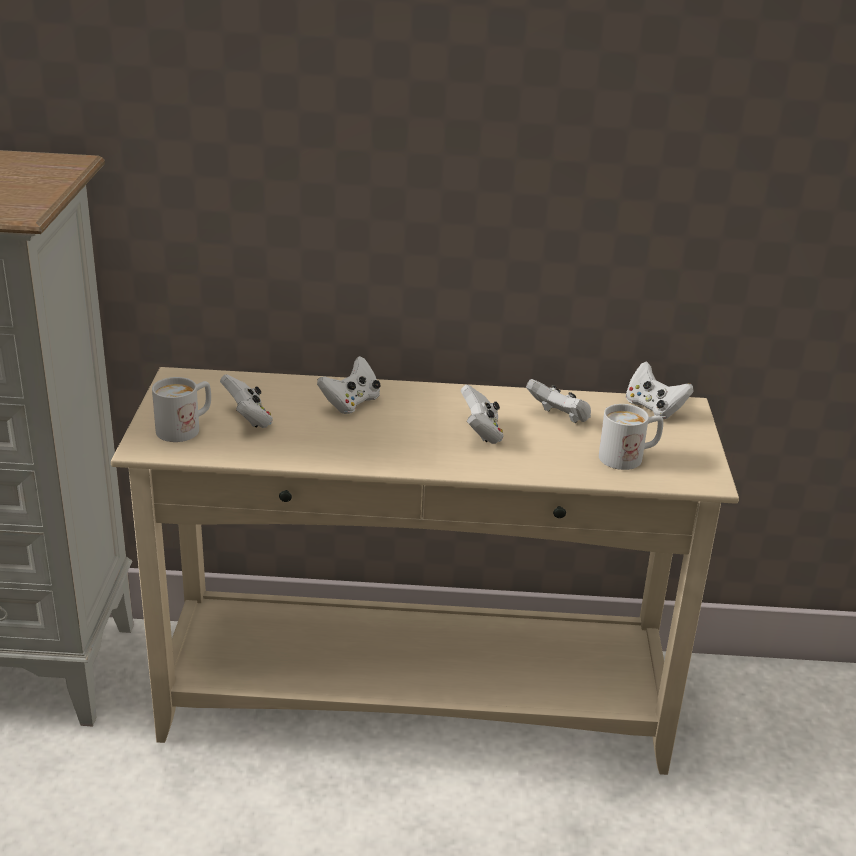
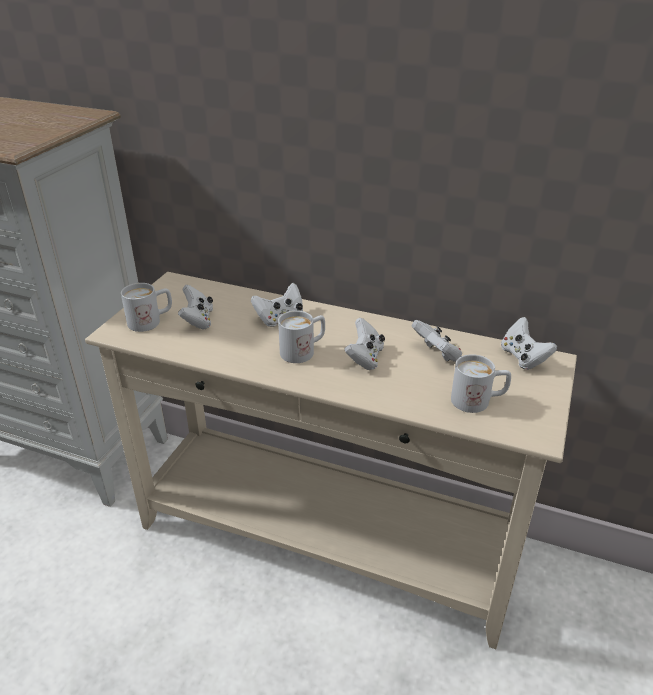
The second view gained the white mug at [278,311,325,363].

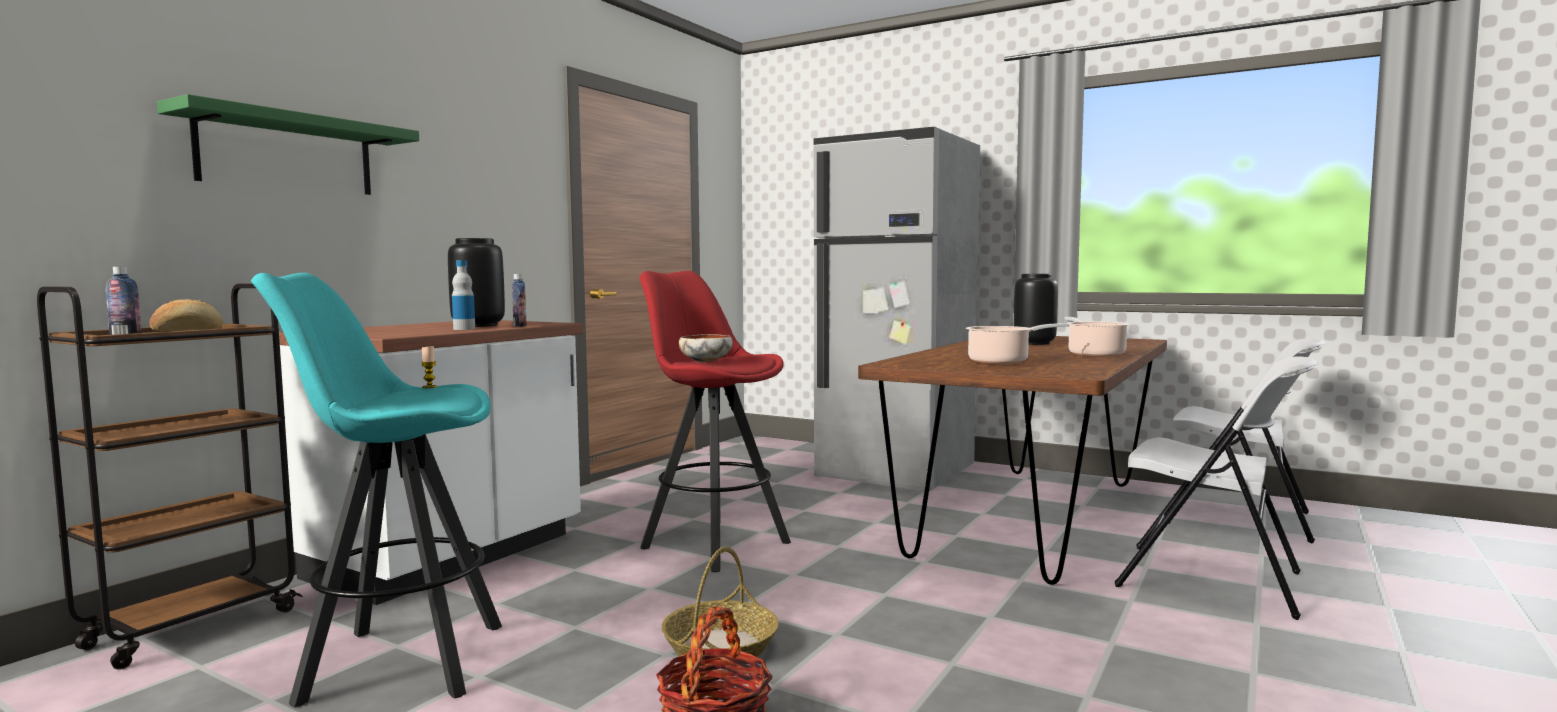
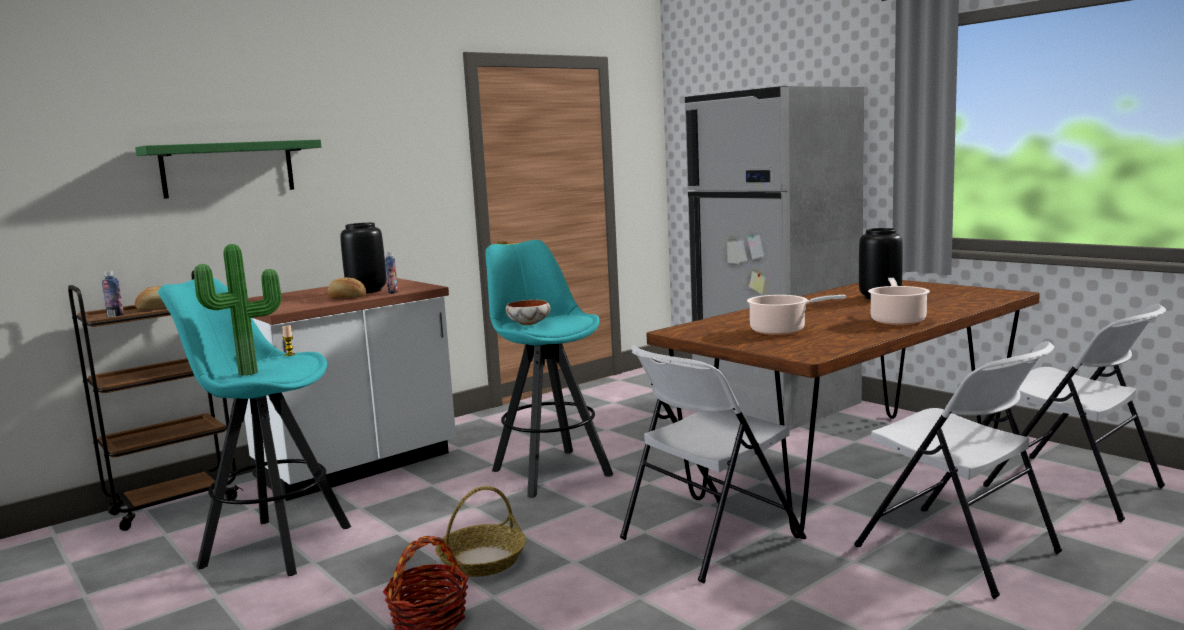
The second view gained the potted plant at [194,244,281,376]. Where the bottle stood at [452,260,475,330], the bread came to stand at [327,277,366,299]. What was the red stool at [639,271,791,572] turned into the turquoise stool at [485,240,613,498]. The second view gained the white chair at [620,345,806,584].

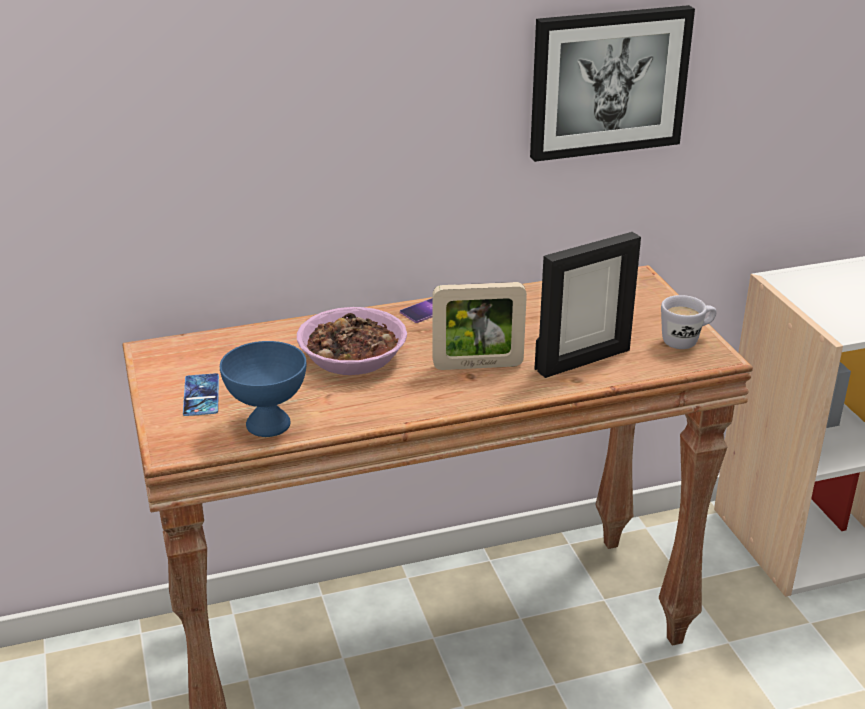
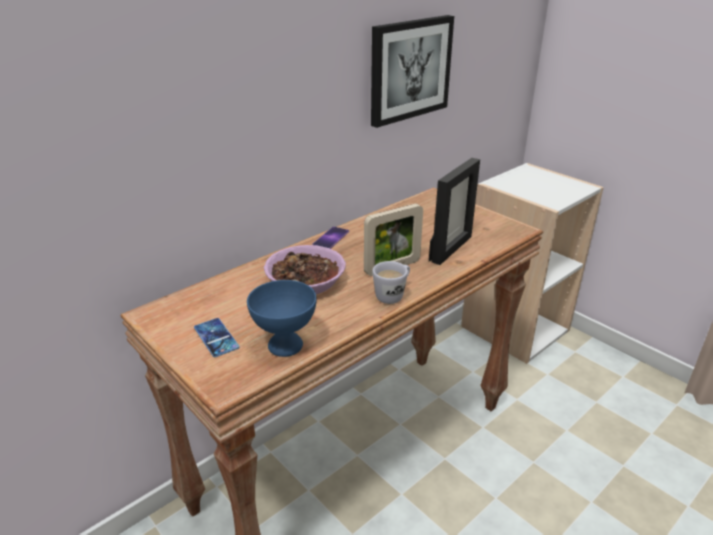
The white mug ended up elsewhere, having gone from [661,295,717,349] to [372,261,410,304].

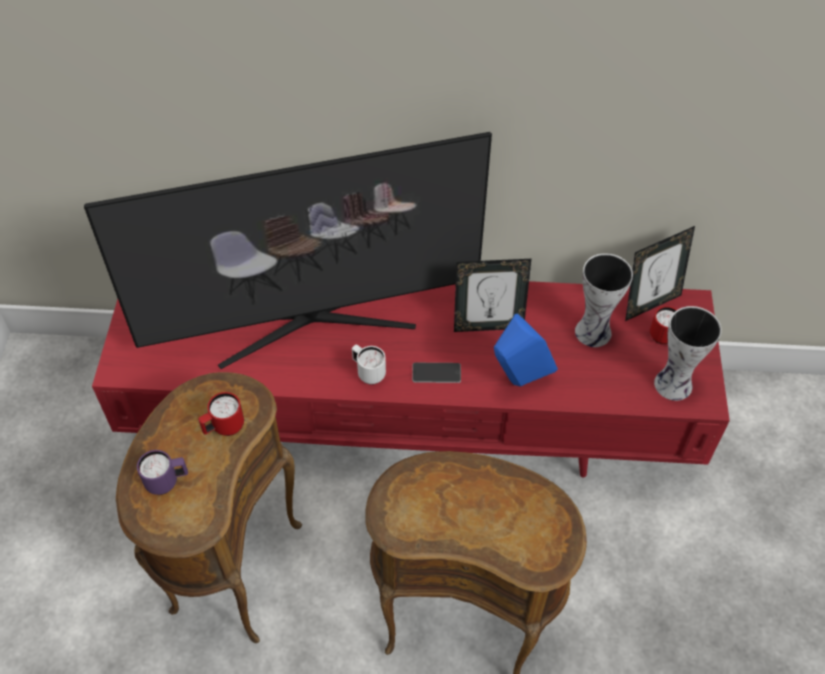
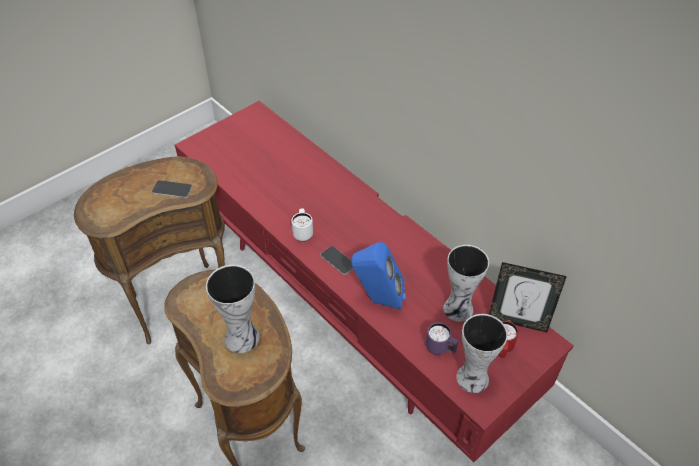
Where the red mug stood at [198,392,244,436], the phone came to stand at [151,180,192,198]. The second view gained the vase at [206,265,259,353]. The purple mug ended up elsewhere, having gone from [137,450,188,495] to [426,322,458,355]. The second view lost the television at [84,132,492,369]. The second view lost the picture frame at [454,259,531,332].

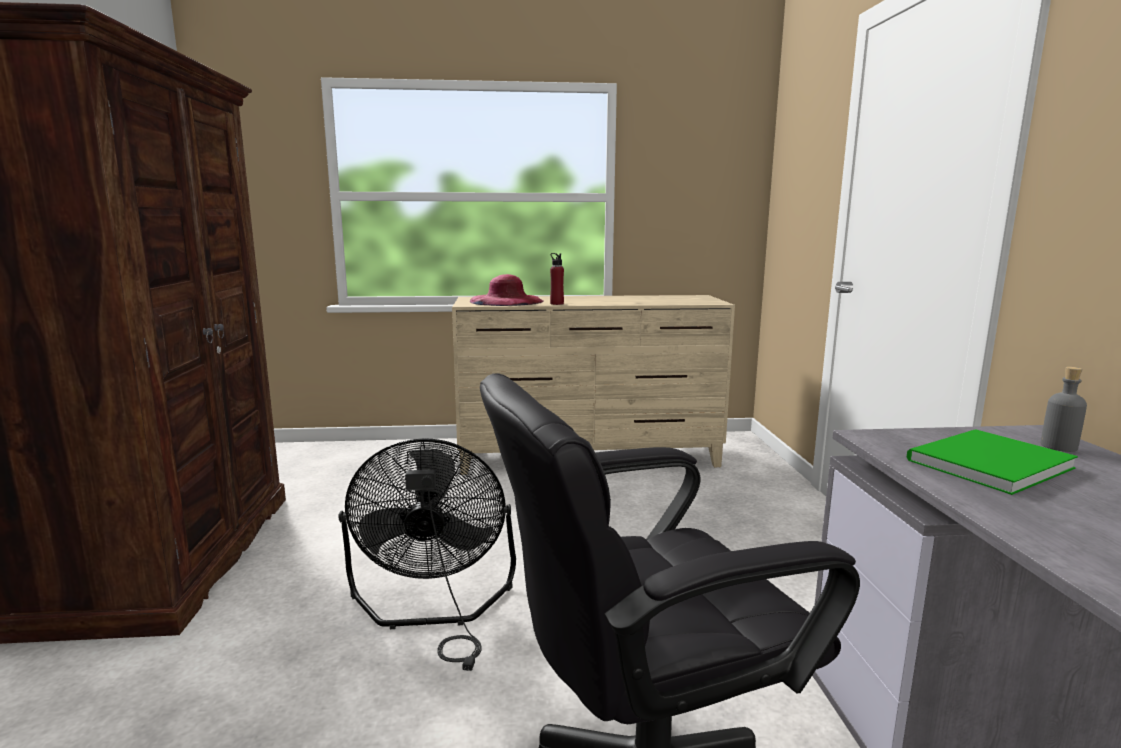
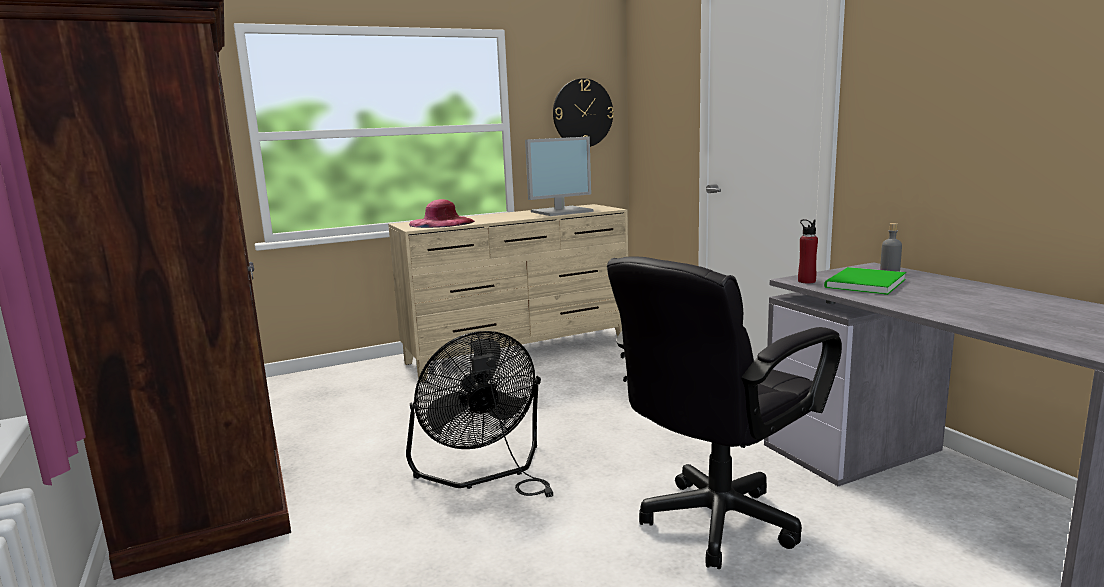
The second view gained the monitor at [525,137,593,216]. The second view gained the wall clock at [553,78,614,147]. The red bottle ended up elsewhere, having gone from [550,253,564,305] to [798,219,818,283].

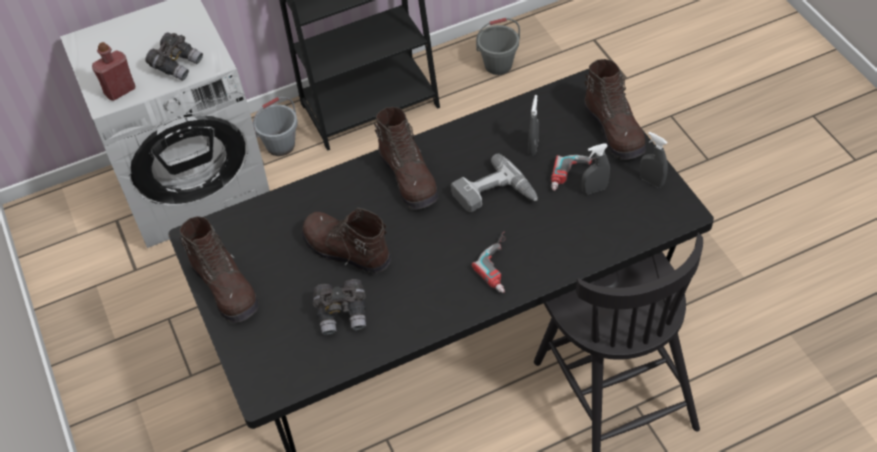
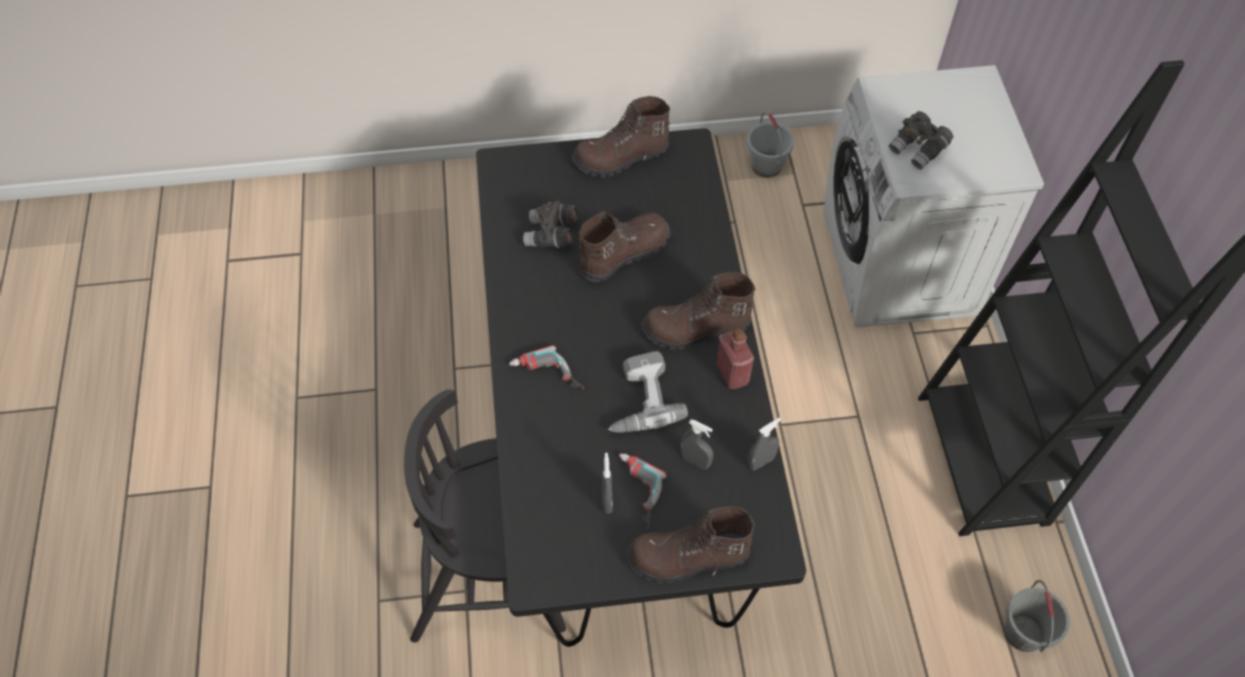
The red bottle ended up elsewhere, having gone from [92,42,135,101] to [717,329,754,389]. The grey bucket ended up elsewhere, having gone from [253,97,298,156] to [747,111,794,178]. The grey spray bottle ended up elsewhere, having gone from [640,132,668,187] to [748,418,781,471].

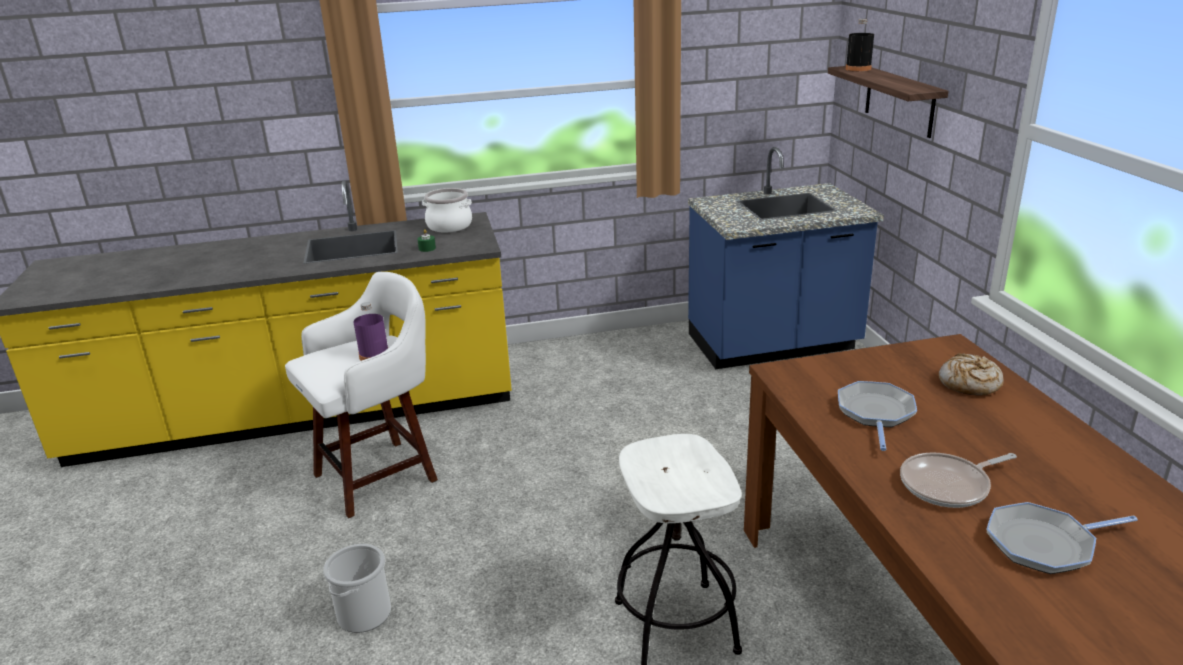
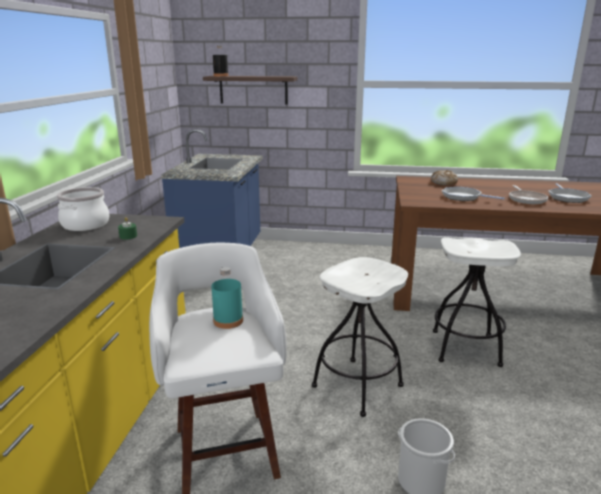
What was the purple bottle at [353,302,388,361] turned into the turquoise bottle at [211,267,243,329]. The second view gained the white stool at [312,257,408,417].

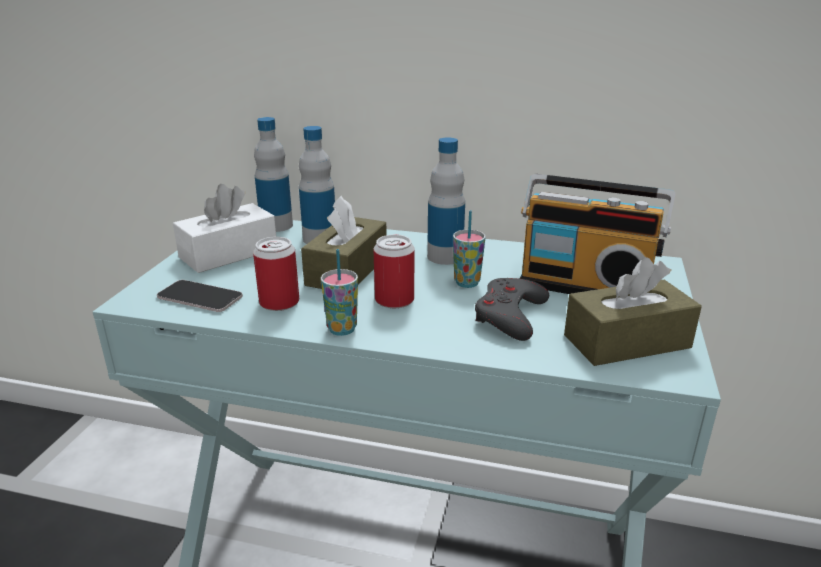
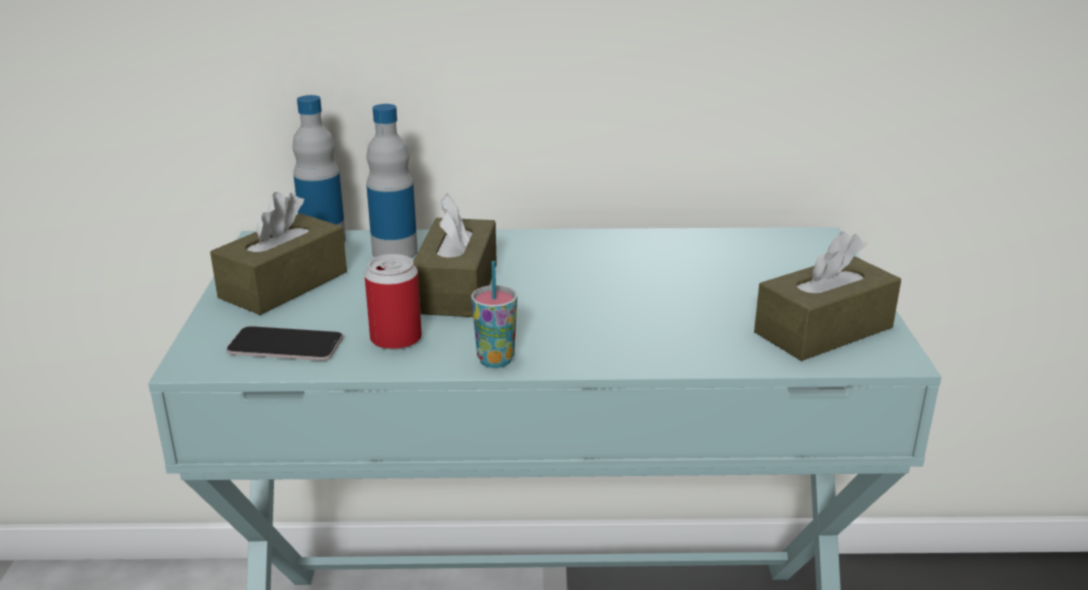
What was the white tissue box at [173,184,276,273] turned into the brown tissue box at [210,192,347,315]. The second view lost the can at [373,235,414,308]. The second view lost the bottle at [427,137,465,265]. The second view lost the cup at [453,210,486,288]. The second view lost the grey game controller at [475,278,549,341]. The second view lost the radio at [520,174,675,294].

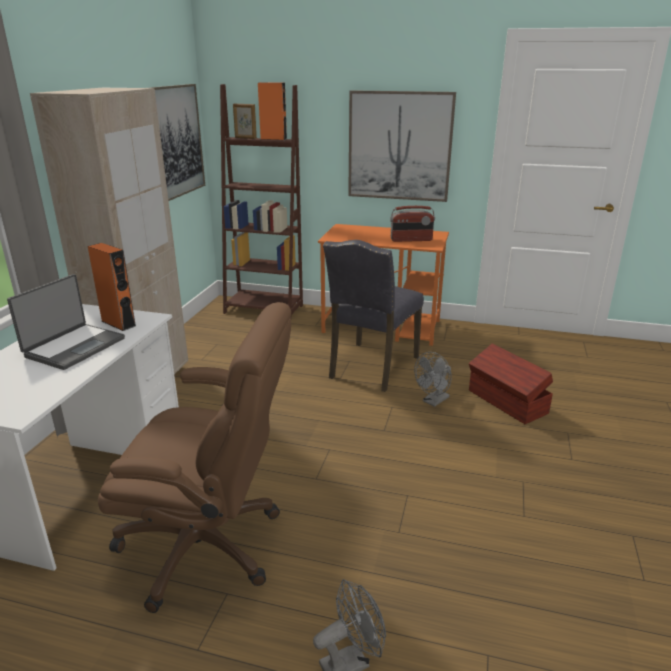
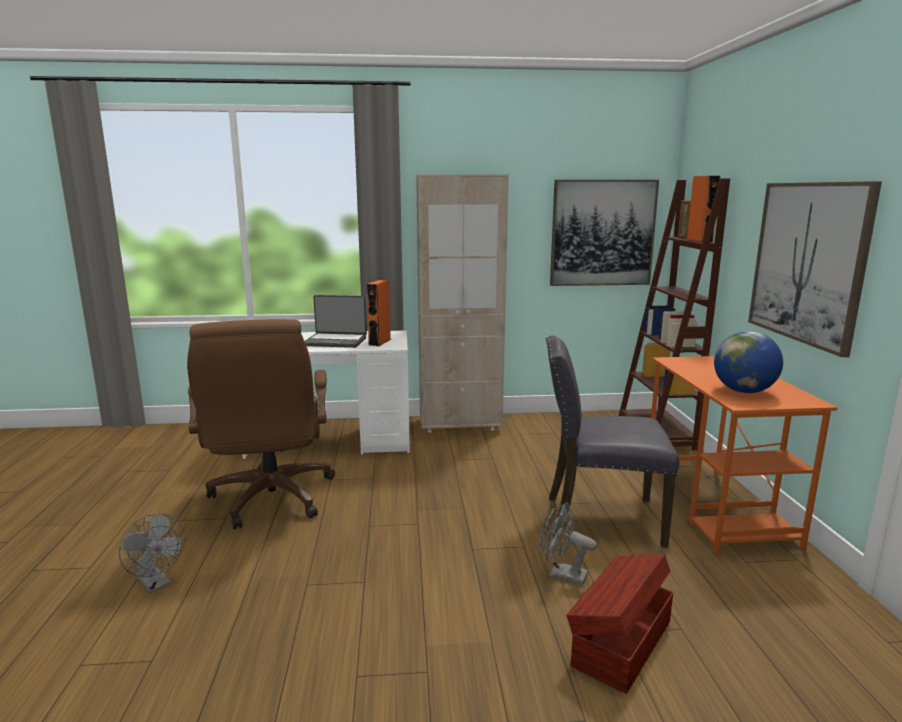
Where the radio stood at [390,206,435,242], the globe came to stand at [714,331,783,393].

